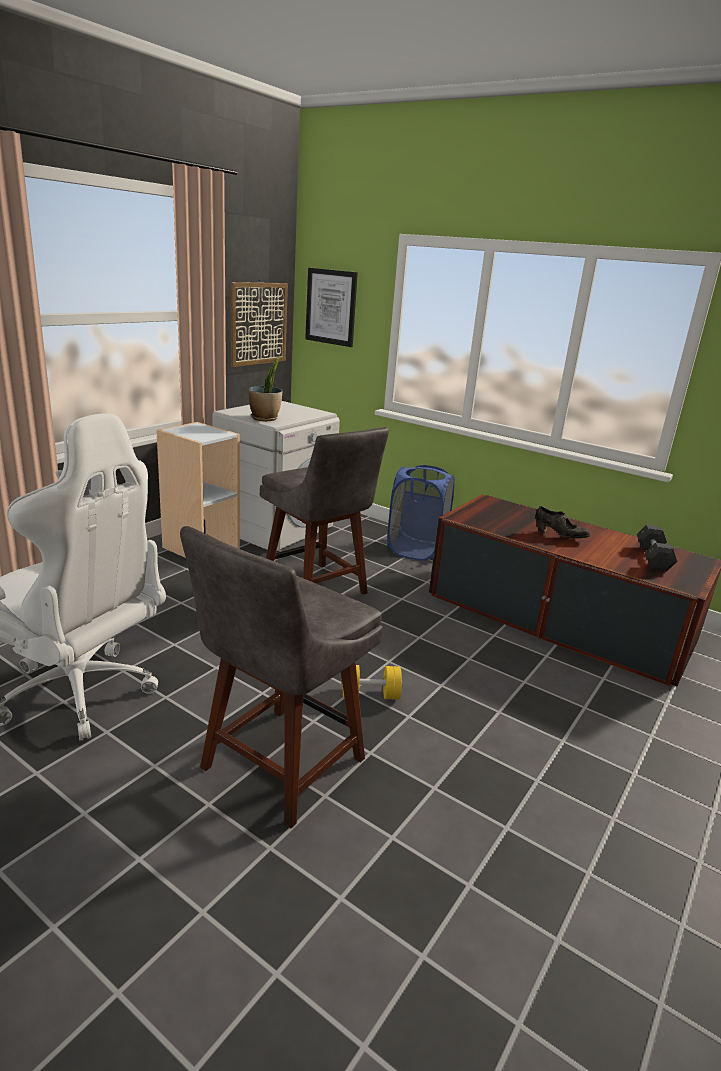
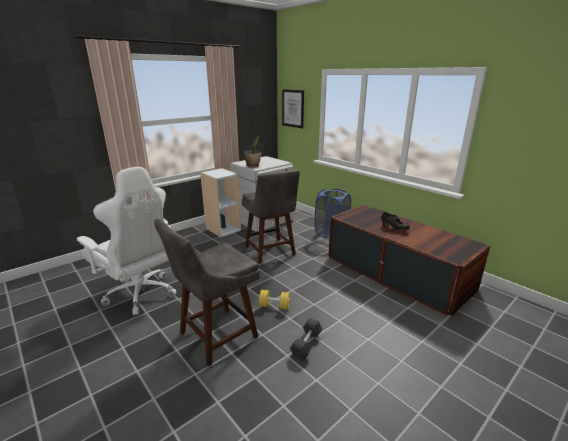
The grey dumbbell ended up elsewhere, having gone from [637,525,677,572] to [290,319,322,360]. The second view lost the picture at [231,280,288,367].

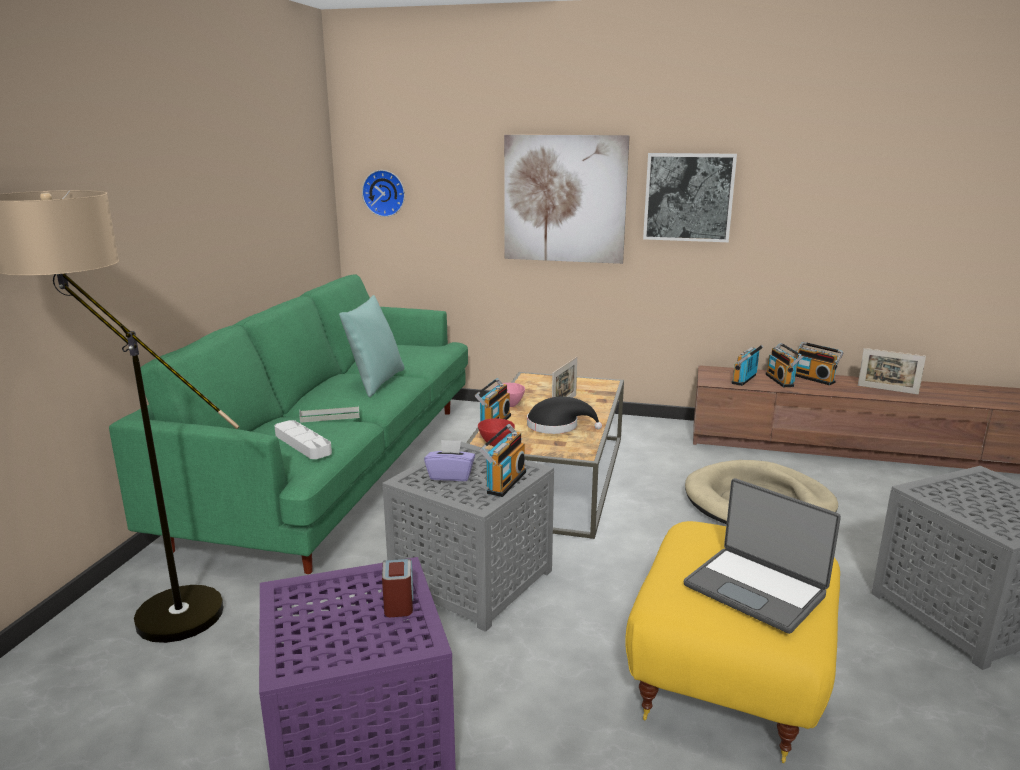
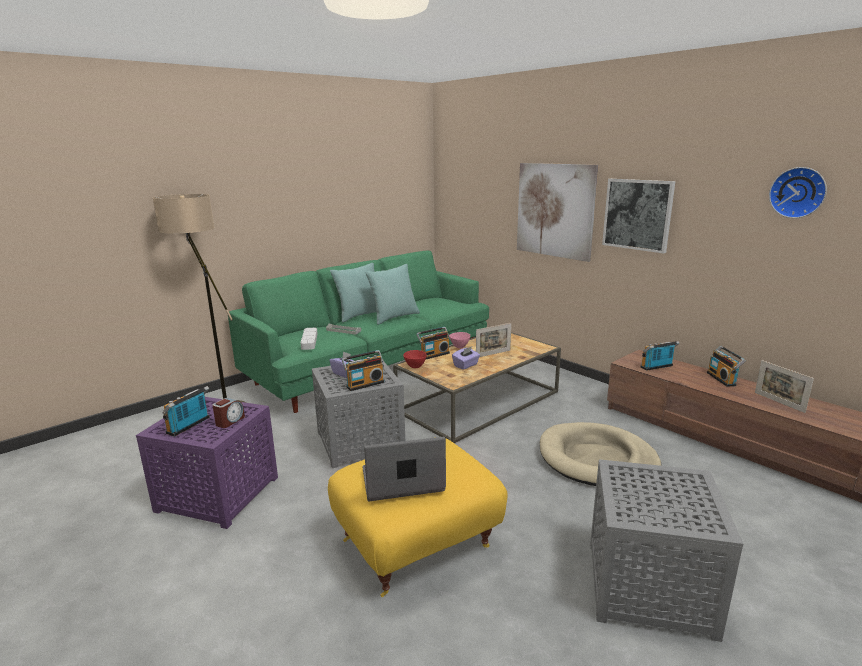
The radio ended up elsewhere, having gone from [765,343,803,387] to [163,386,210,437]. The second view gained the turquoise pillow at [330,263,377,322]. The laptop at [684,478,841,634] ended up facing another way, 90 degrees clockwise from before. Where the black hat stood at [527,396,602,434], the purple tissue box came to stand at [452,347,480,370]. The wall clock ended up elsewhere, having gone from [362,170,405,217] to [769,167,827,218].

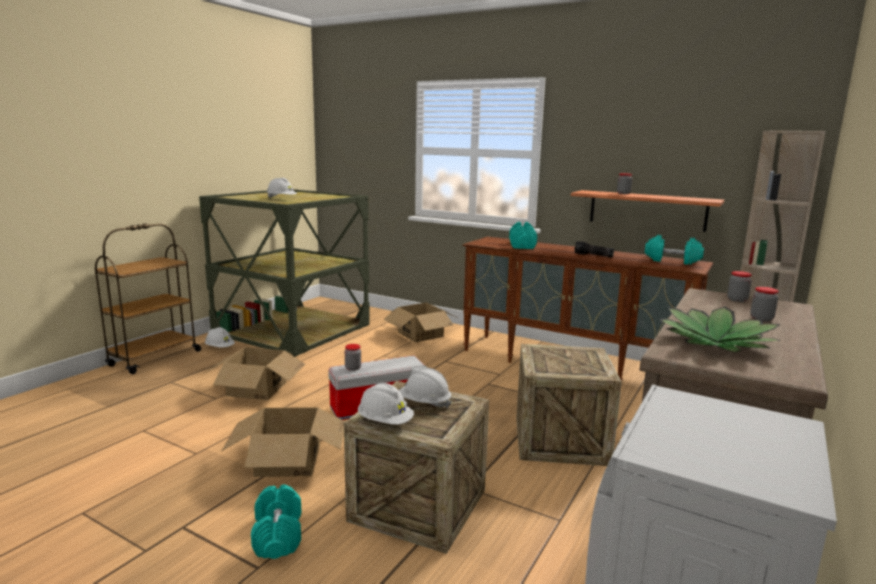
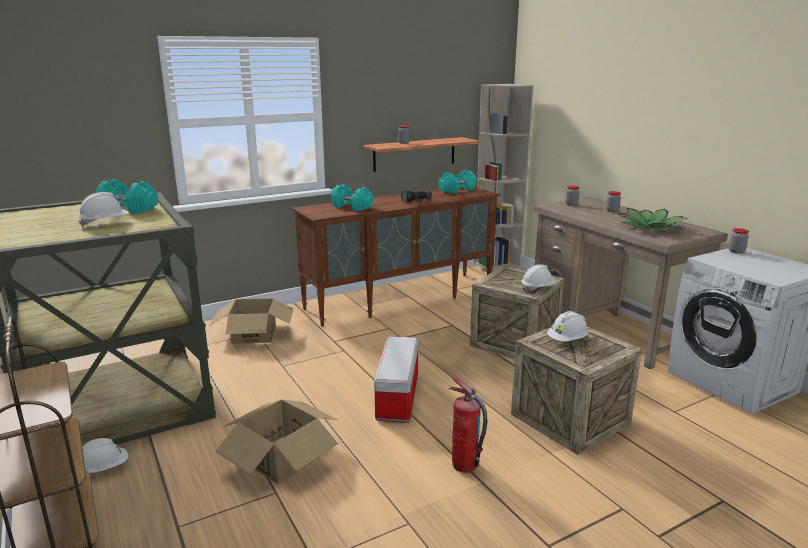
The turquoise dumbbell ended up elsewhere, having gone from [251,485,301,559] to [96,179,158,214]. Where the cardboard box stood at [222,407,345,477], the fire extinguisher came to stand at [449,378,488,473]. The white hard hat ended up elsewhere, having gone from [358,383,414,425] to [521,264,556,292]. The jar ended up elsewhere, having gone from [345,344,361,371] to [729,228,749,253].

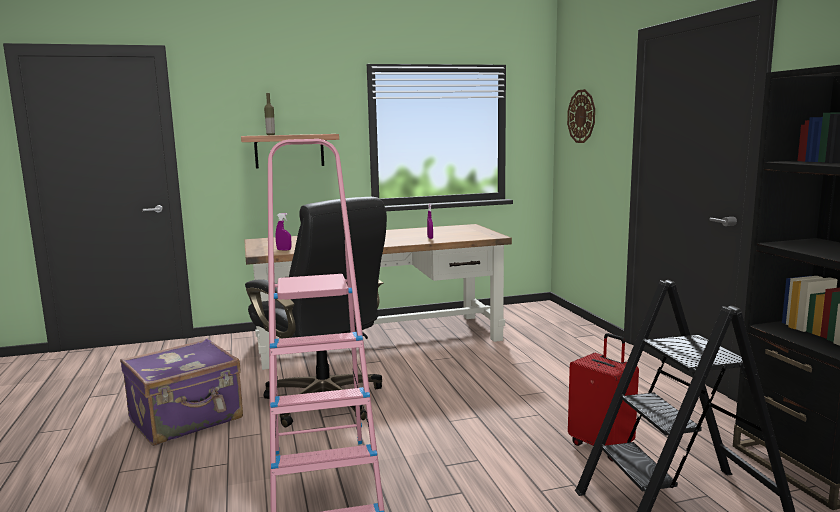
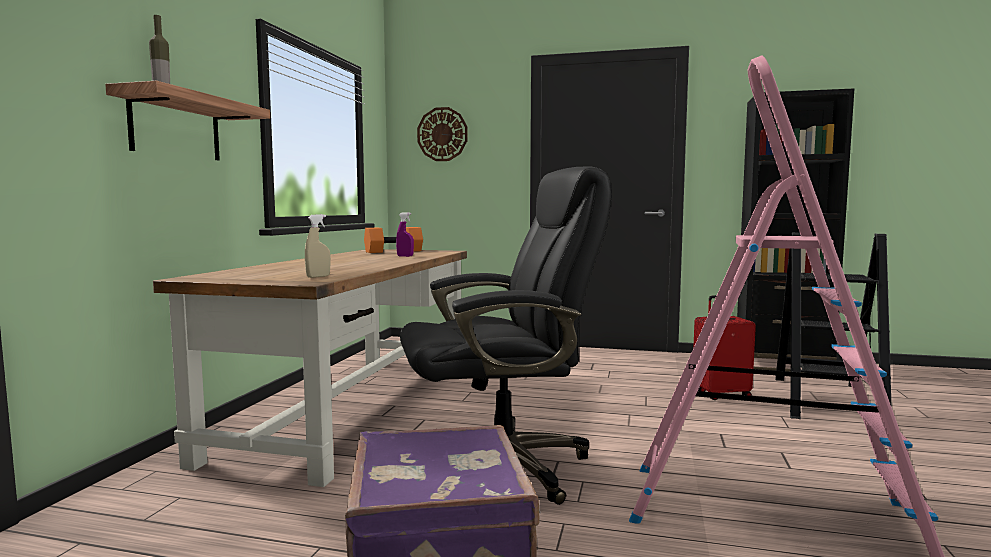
What was the purple spray bottle at [276,213,291,250] turned into the beige spray bottle at [305,214,331,278]. The second view gained the orange dumbbell at [364,227,423,253].

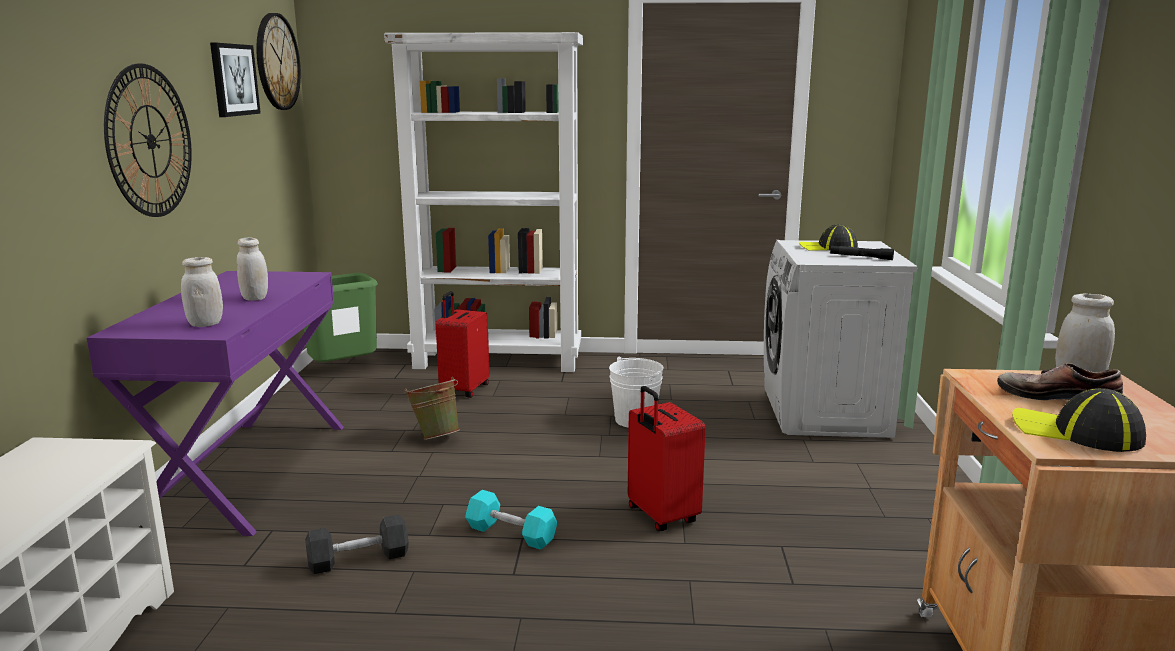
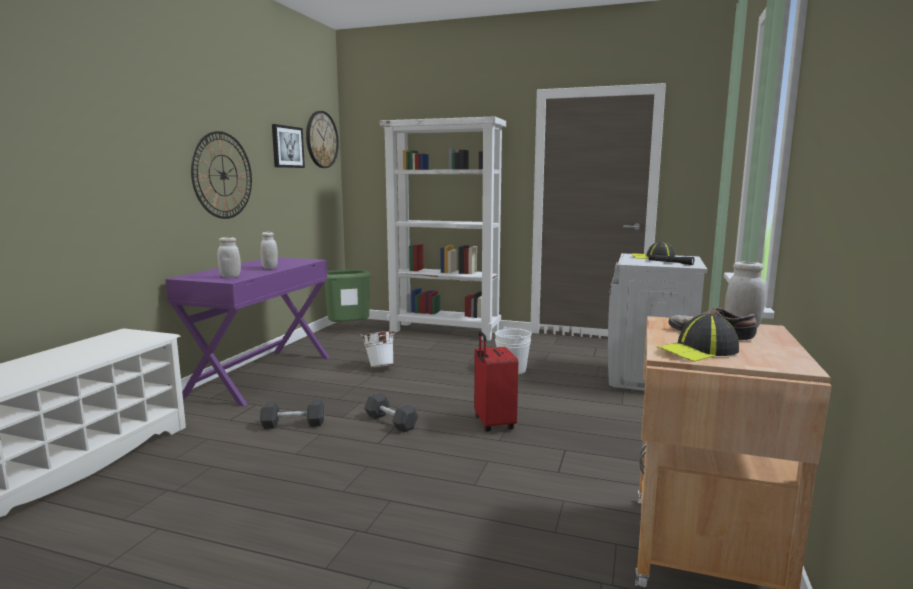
What was the green bucket at [404,377,460,440] turned into the white bucket at [361,330,396,368]. What was the turquoise dumbbell at [465,490,557,550] turned into the grey dumbbell at [364,393,418,433]. The cap at [1012,388,1146,452] ended up facing another way, 75 degrees counterclockwise from before. The second view lost the red suitcase at [436,291,490,398].

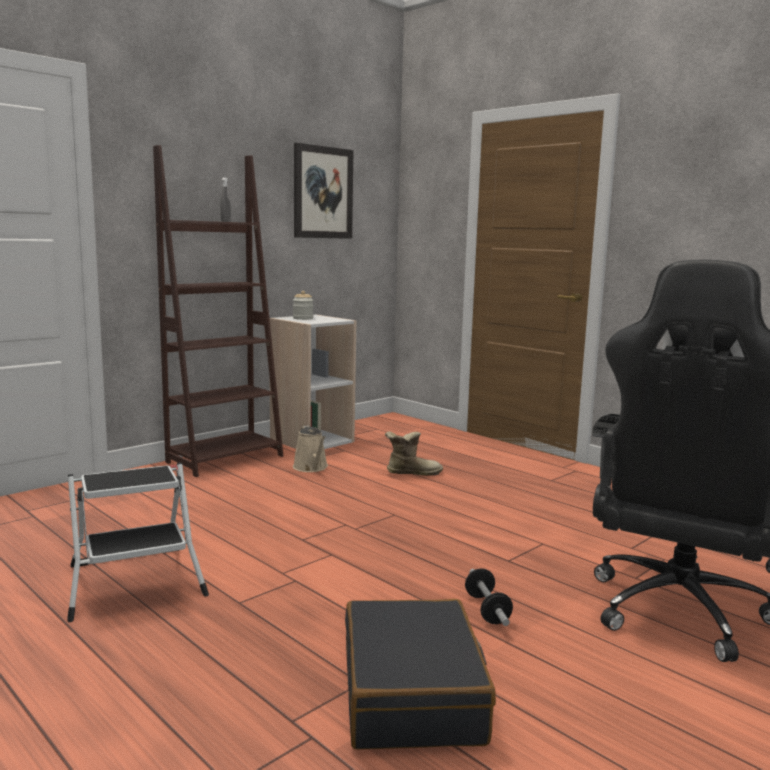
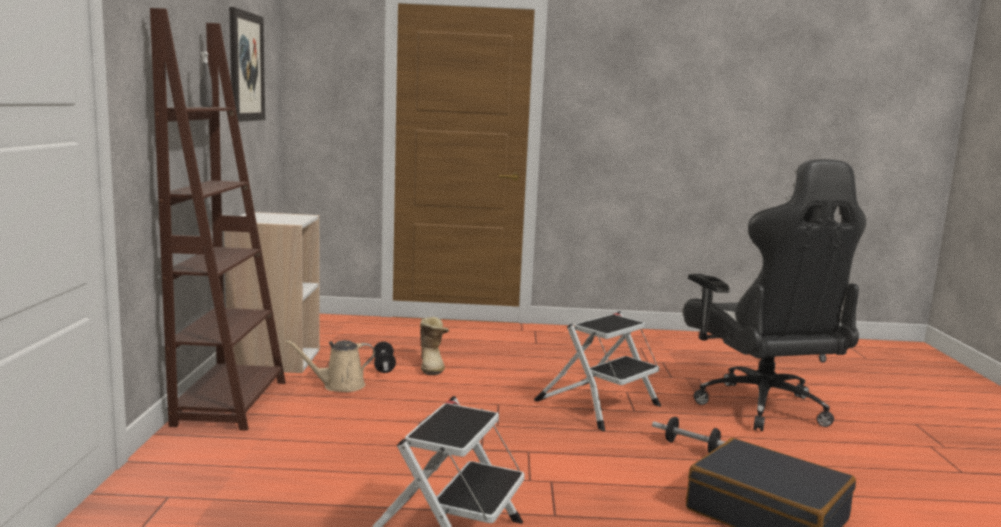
The beige watering can at [293,426,328,472] ended up facing another way, 135 degrees clockwise from before. The second view gained the dumbbell at [374,342,396,373]. The boot at [385,431,443,476] ended up facing another way, 135 degrees clockwise from before. The second view gained the step ladder at [534,311,661,431]. The second view lost the jar at [293,291,313,320].

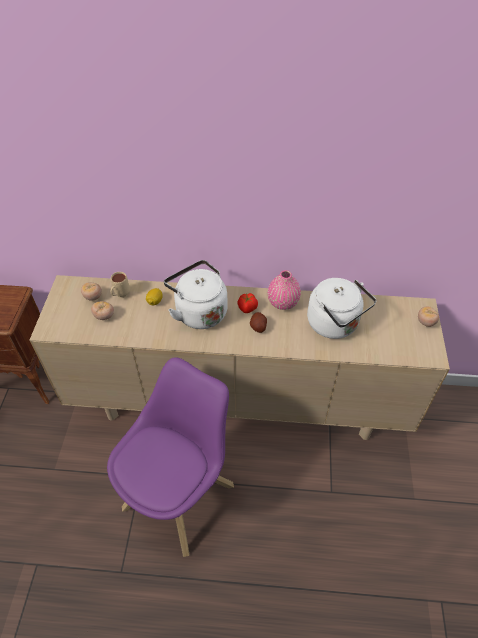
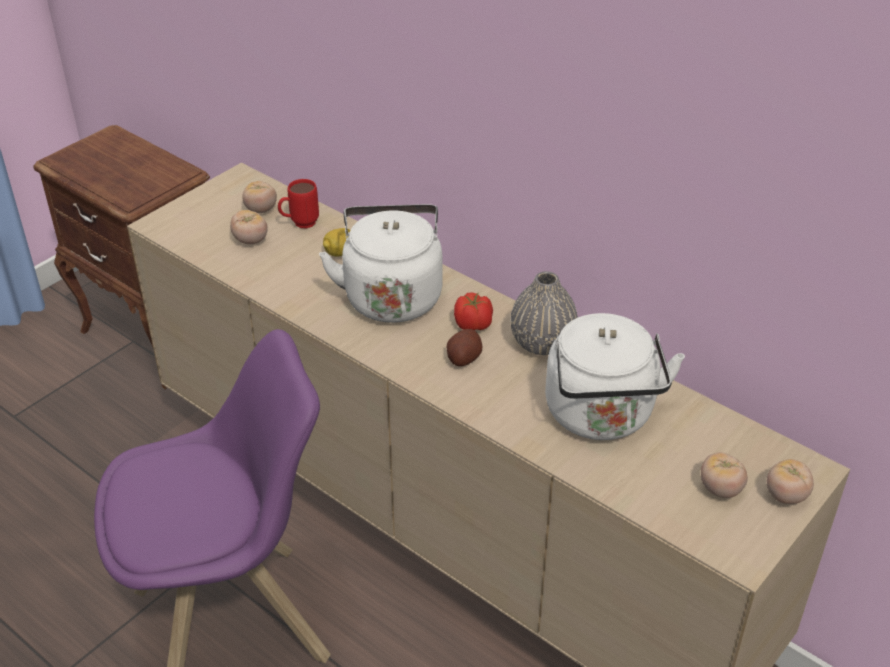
What was the beige mug at [111,272,130,298] turned into the red mug at [278,179,319,228]. What was the pink vase at [268,270,301,310] turned into the grey vase at [510,271,578,355]. The second view gained the tomato at [701,452,748,498].

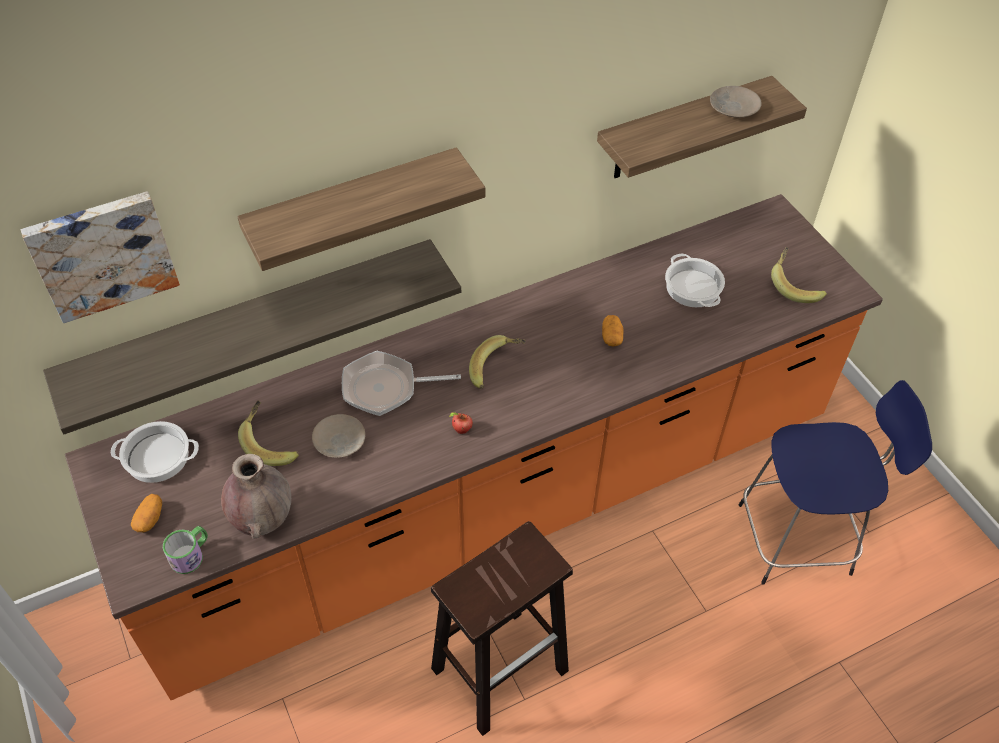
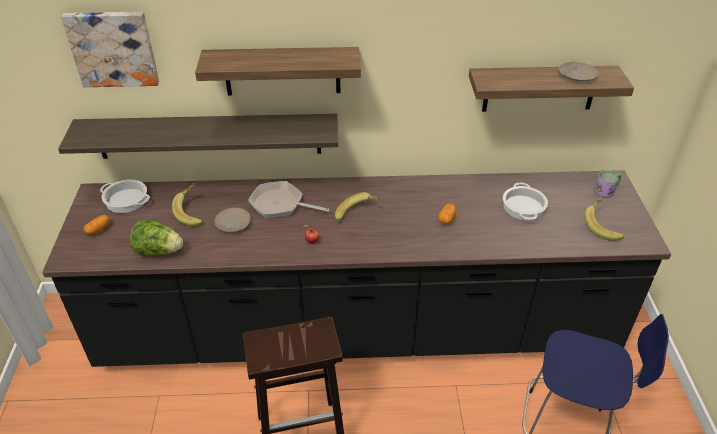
What was the orange counter at [65,194,883,700] turned into the black counter at [42,170,671,367]. Where the brown vase stood at [221,454,291,539], the lettuce came to stand at [130,220,183,256]. The mug ended up elsewhere, having gone from [163,526,208,574] to [594,171,621,198].

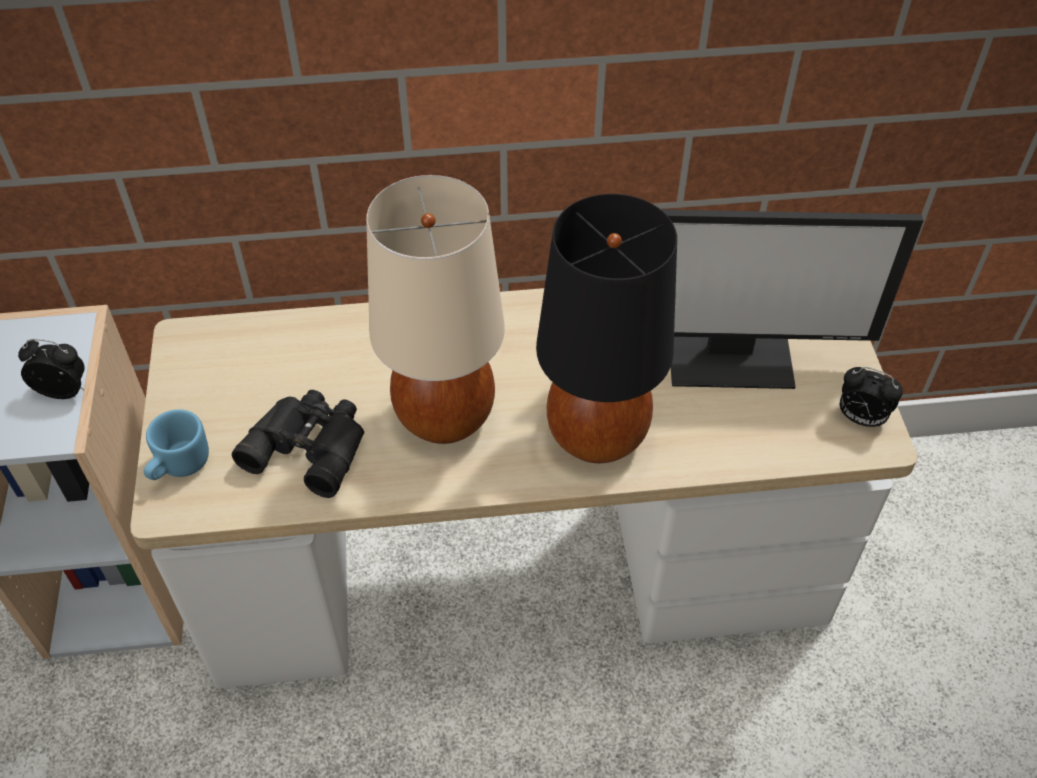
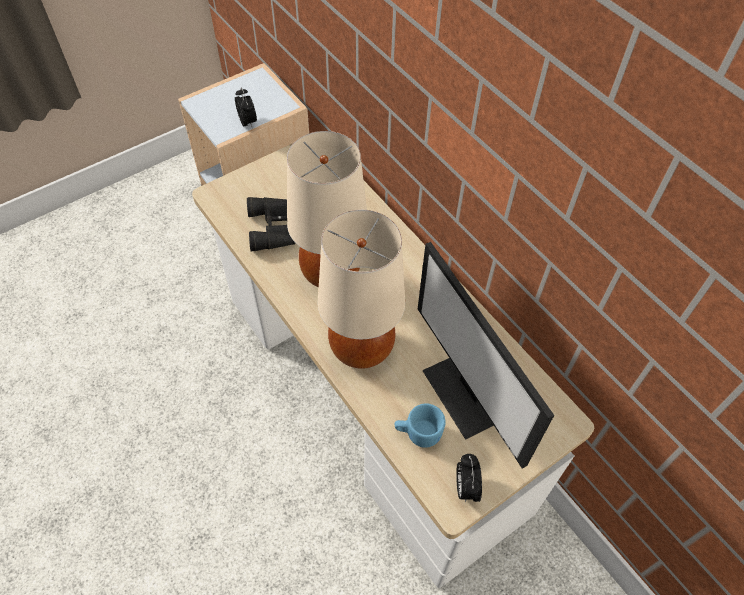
What was the black table lamp at [536,194,677,463] turned into the beige table lamp at [318,210,405,369]. The blue mug ended up elsewhere, having gone from [144,409,209,480] to [395,403,446,448].

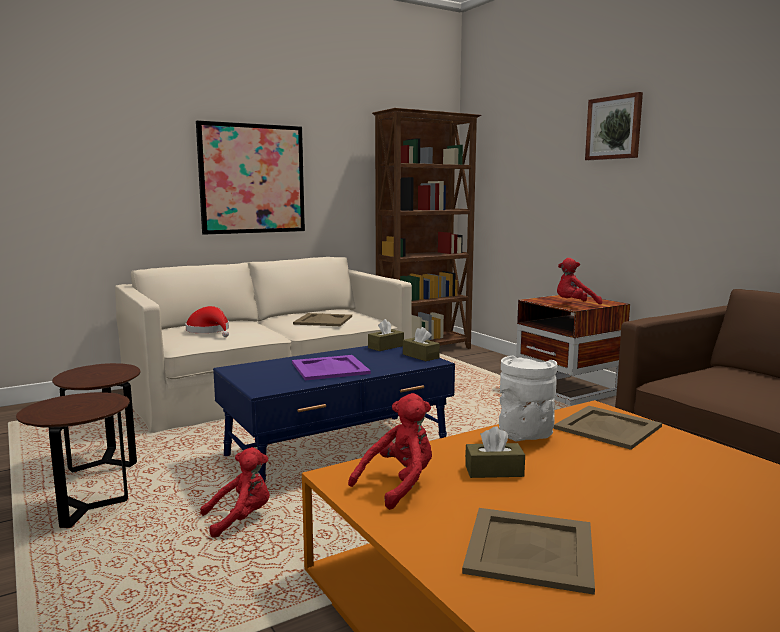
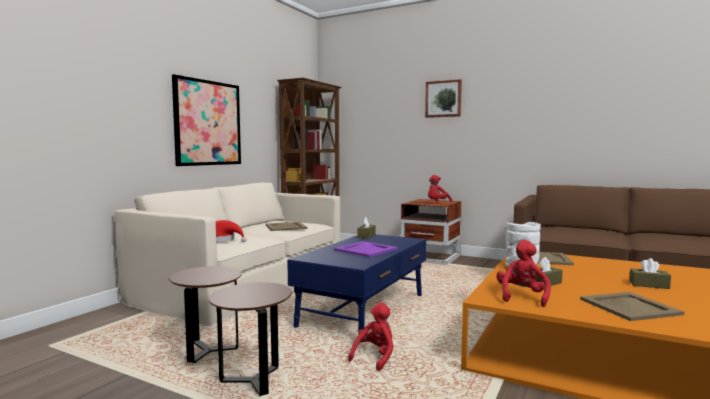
The brown tissue box ended up elsewhere, having gone from [403,327,440,361] to [630,258,671,289].

